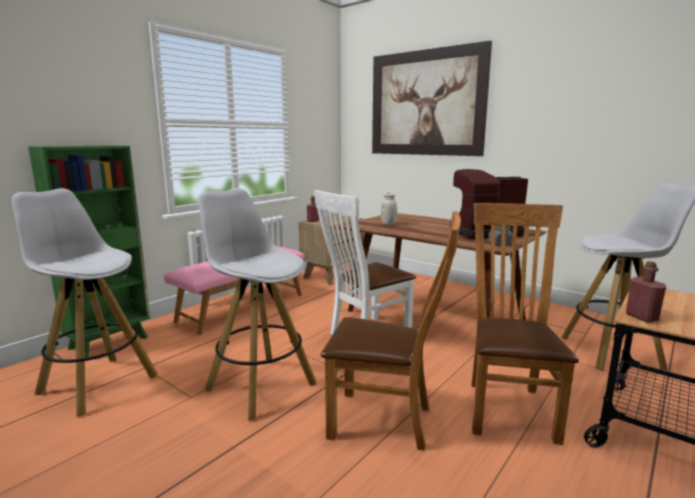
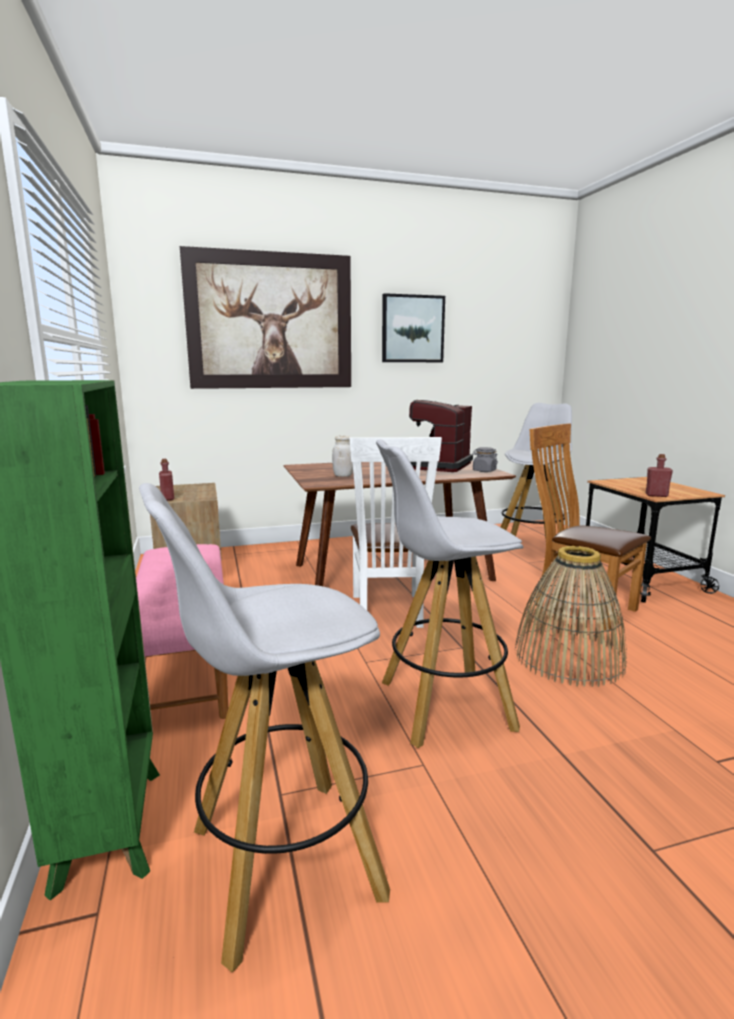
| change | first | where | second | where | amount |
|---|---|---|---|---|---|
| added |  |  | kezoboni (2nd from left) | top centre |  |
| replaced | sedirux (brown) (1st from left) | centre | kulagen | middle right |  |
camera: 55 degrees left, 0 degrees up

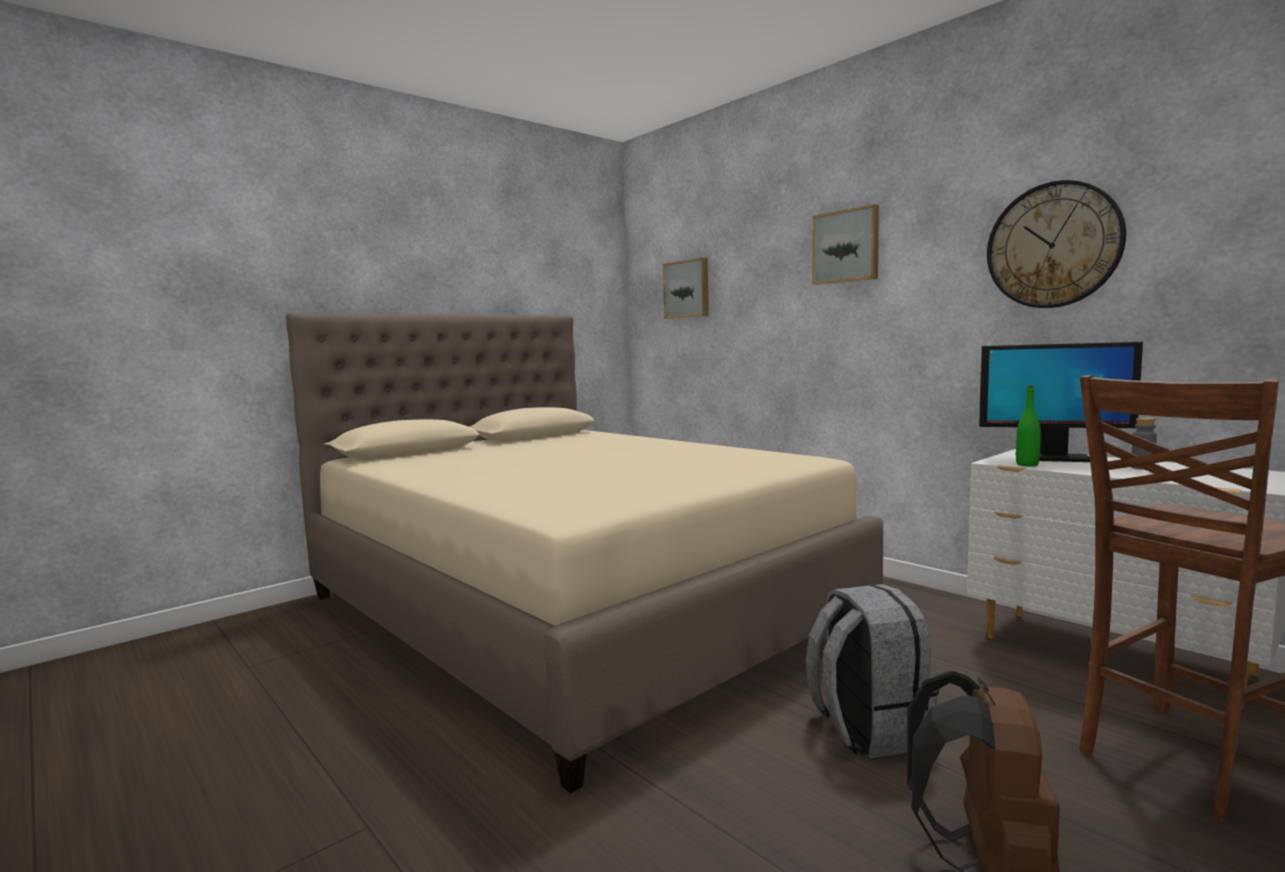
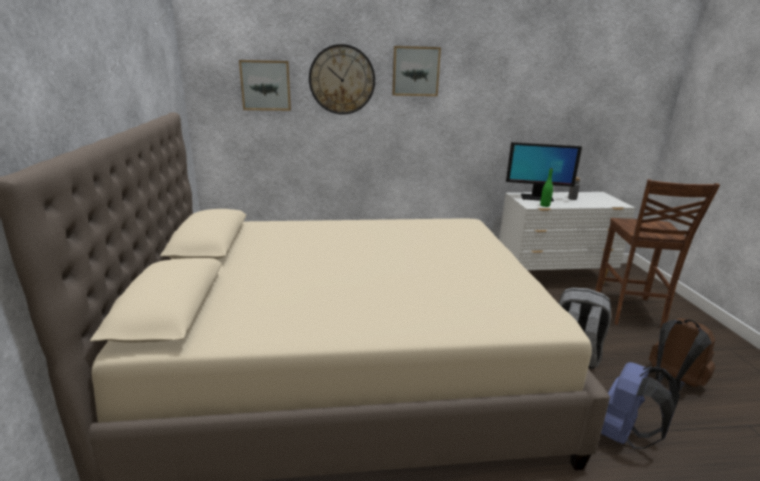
| change | first | where | second | where | amount |
|---|---|---|---|---|---|
| moved | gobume | top right |  | top centre |  |
| turned | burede | middle right |  | middle right | 45 degrees clockwise |
| added |  |  | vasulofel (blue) | bottom right |  |
camera: 55 degrees left, 15 degrees up

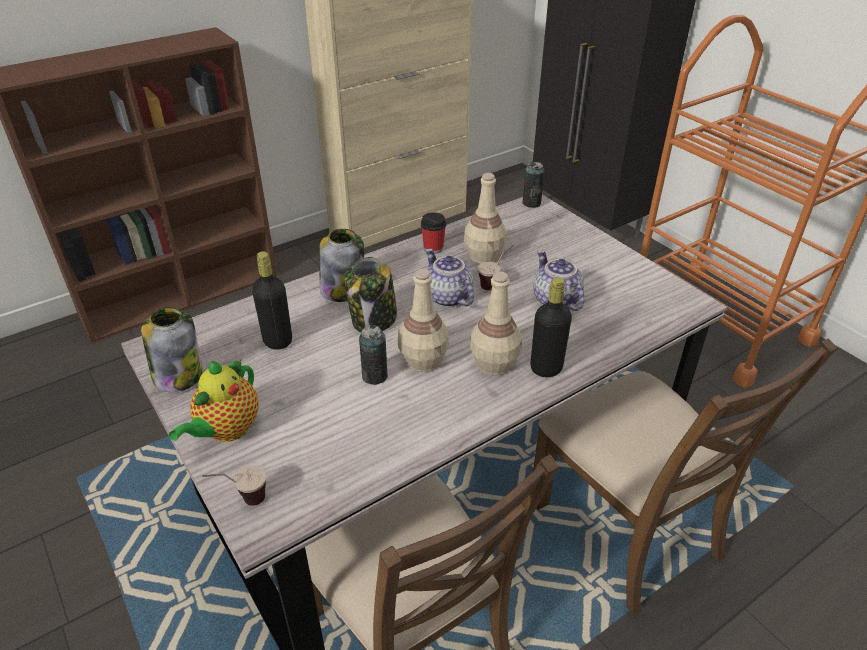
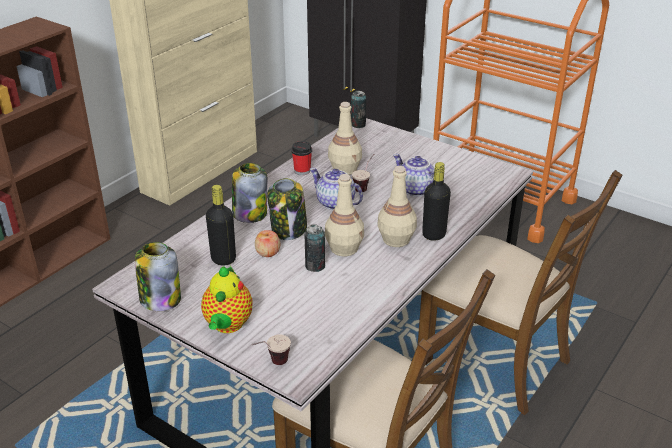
| change | first | where | second | where | amount |
|---|---|---|---|---|---|
| added |  |  | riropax | centre |  |
camera: 20 degrees left, 5 degrees down

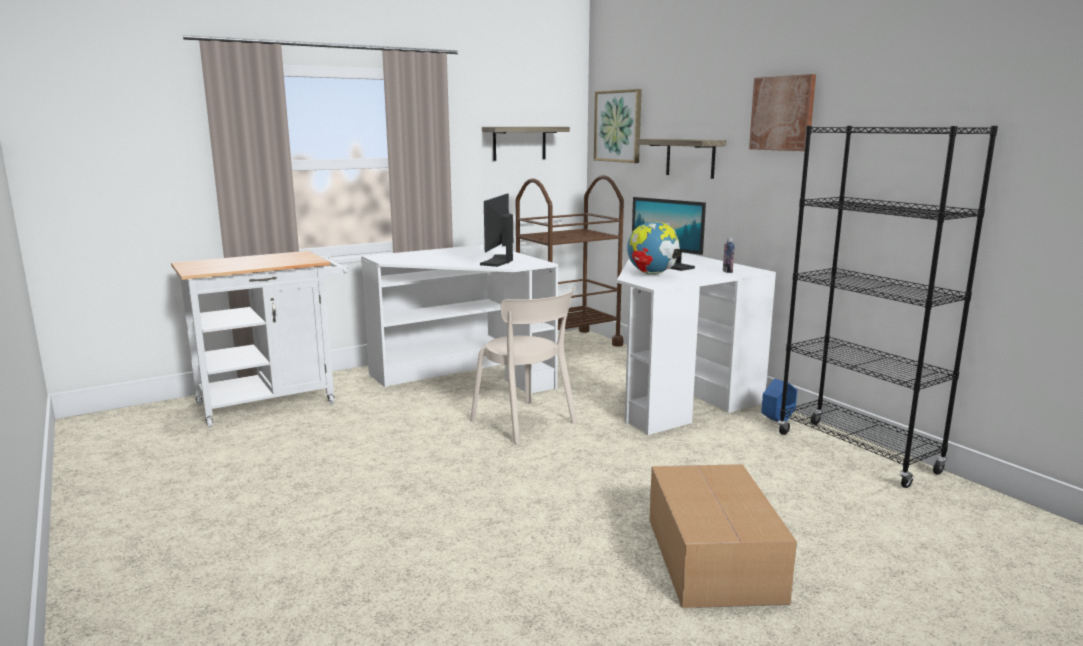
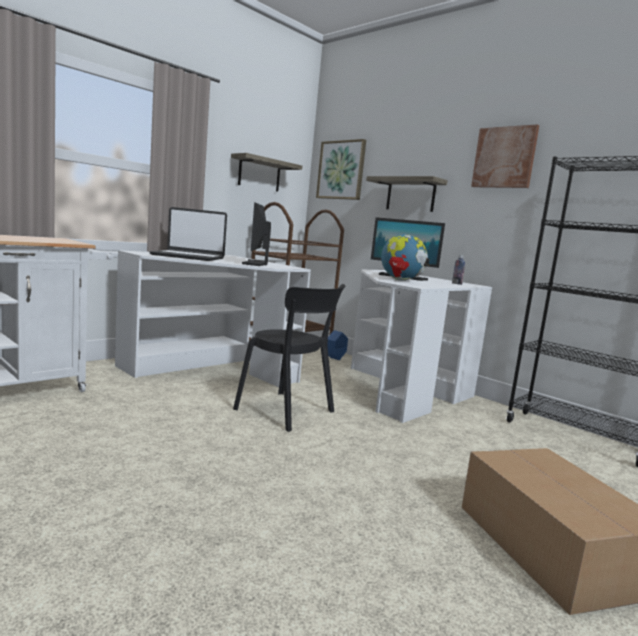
| change | first | where | second | where | amount |
|---|---|---|---|---|---|
| added |  |  | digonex | middle left |  |
| recoloured | sedirux (beige) | centre | sedirux (black) | centre |  |
| moved | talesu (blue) | middle right |  | centre |  |
camera: 15 degrees left, 5 degrees down

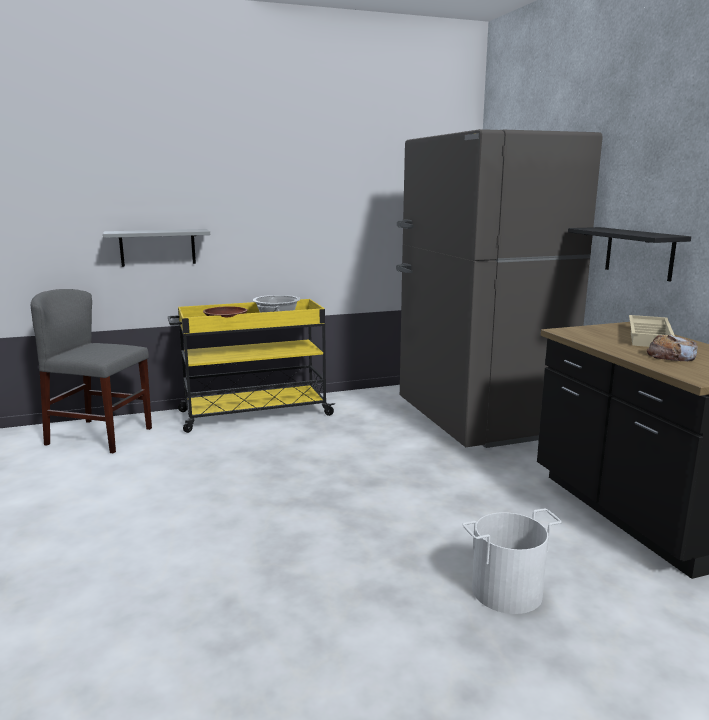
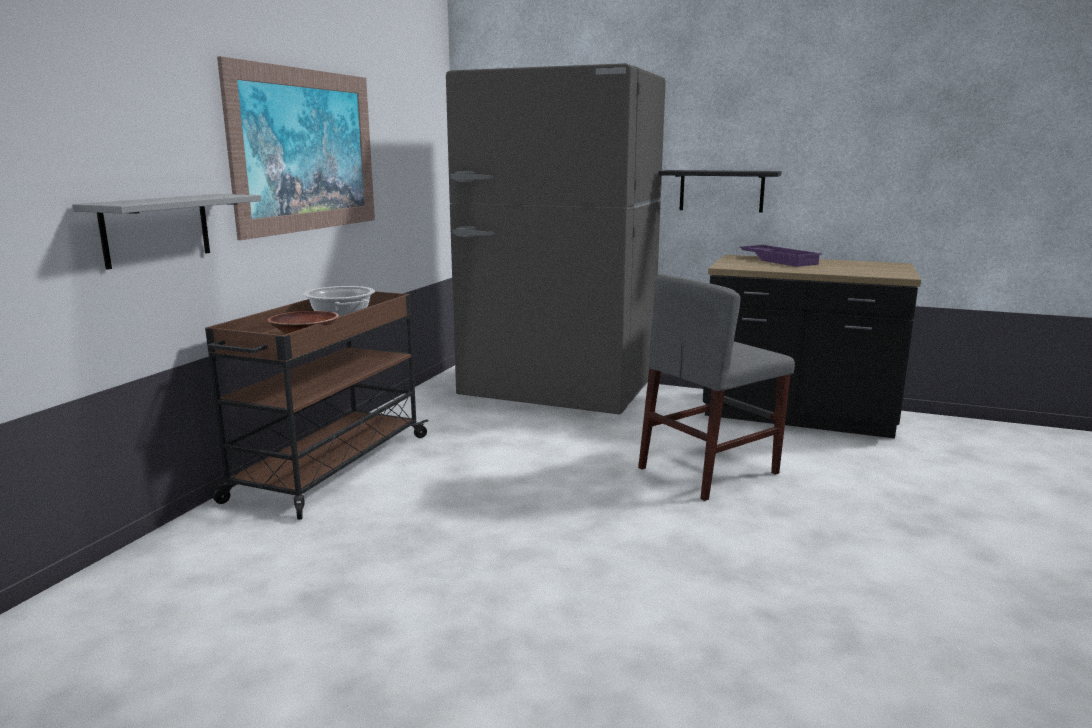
| change | first | where | second | where | amount |
|---|---|---|---|---|---|
| recoloured | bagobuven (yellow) | centre | bagobuven (brown) | middle left |  |
| added |  |  | kezoboni | top left |  |
| moved | sedirux (grey) | middle left |  | centre |  |
| recoloured | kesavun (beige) | middle right | kesavun (purple) | middle right |  |
| removed | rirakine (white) | bottom right |  |  |  |
| removed | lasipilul | middle right |  |  |  |
camera: 50 degrees left, 0 degrees up

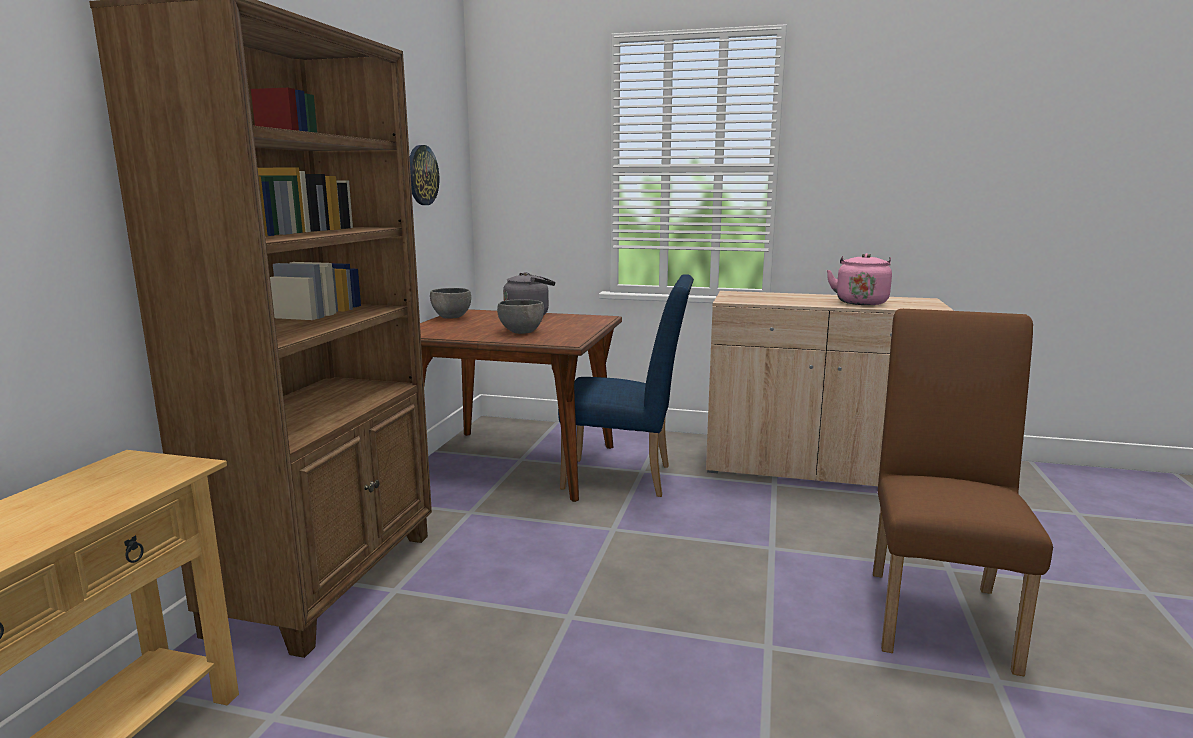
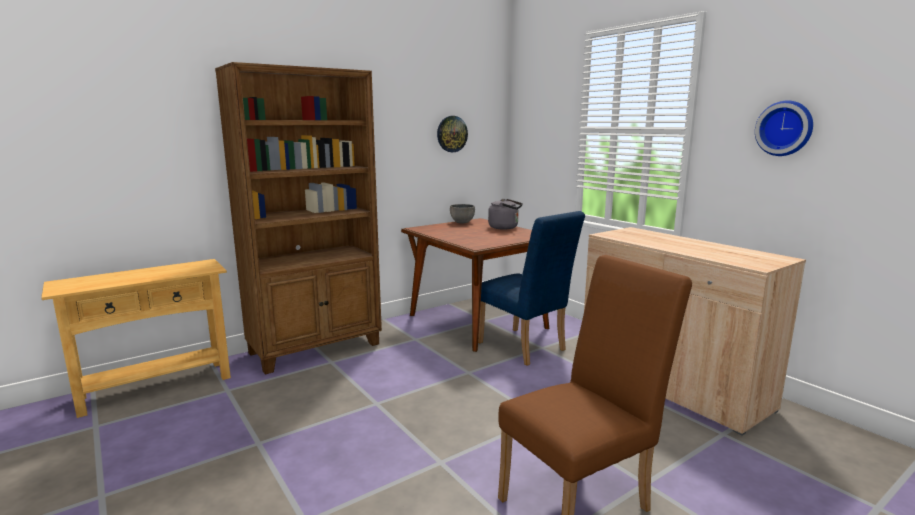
| change | first | where | second | where | amount |
|---|---|---|---|---|---|
| added |  |  | gobume (2nd from left) | top right |  |
| removed | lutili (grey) (2nd from left) | centre |  |  |  |
| removed | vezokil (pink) | middle right |  |  |  |
camera: 40 degrees right, 0 degrees up

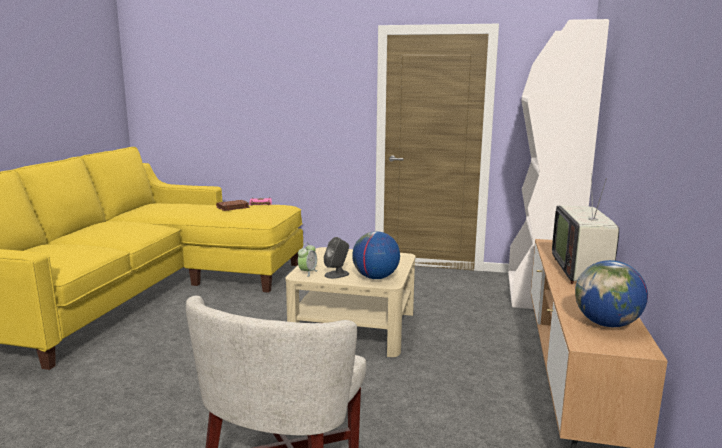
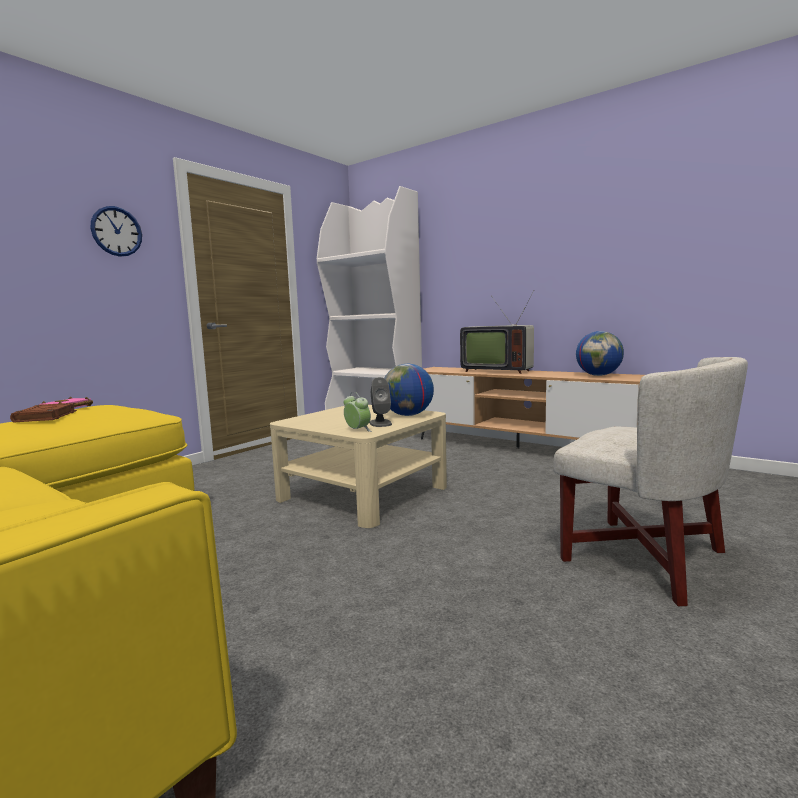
| change | first | where | second | where | amount |
|---|---|---|---|---|---|
| added |  |  | gobume | top left |  |
camera: 65 degrees left, 5 degrees down

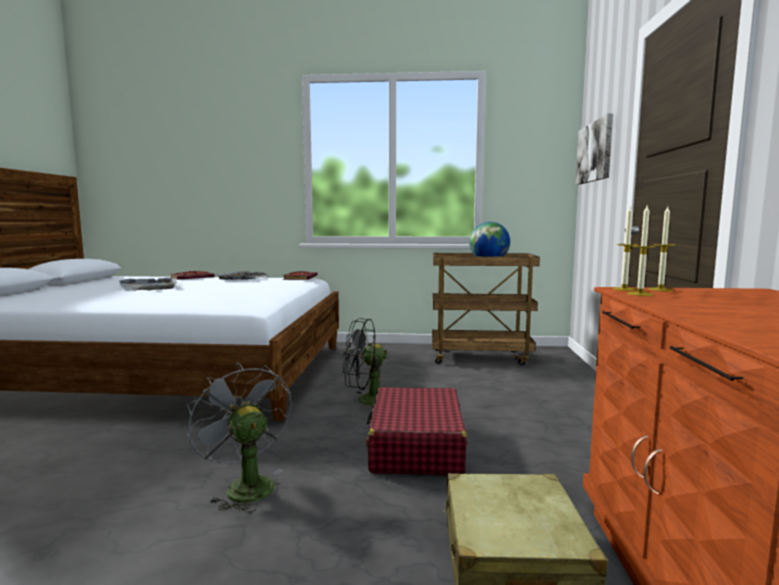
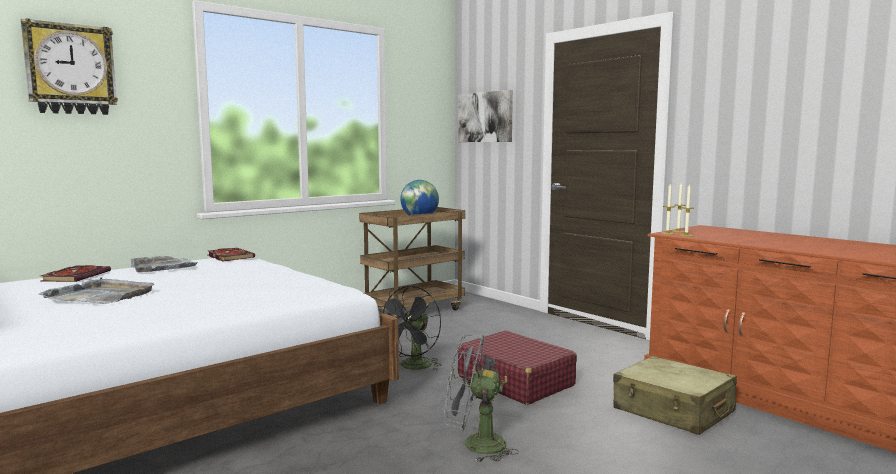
| change | first | where | second | where | amount |
|---|---|---|---|---|---|
| added |  |  | gobume | top left |  |
camera: 45 degrees left, 0 degrees up

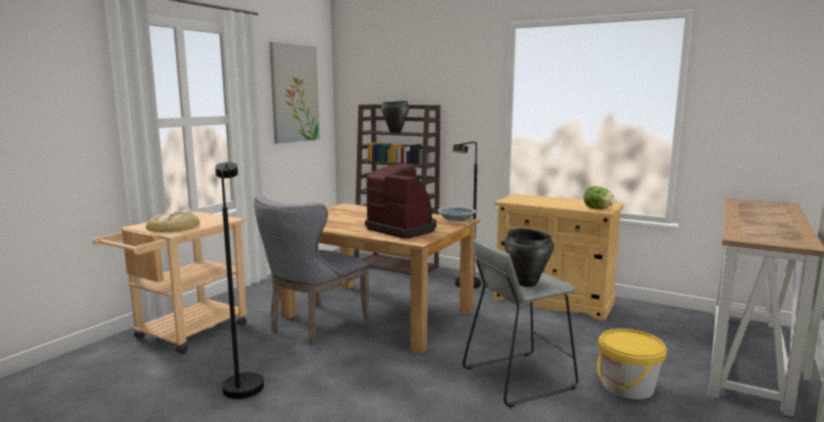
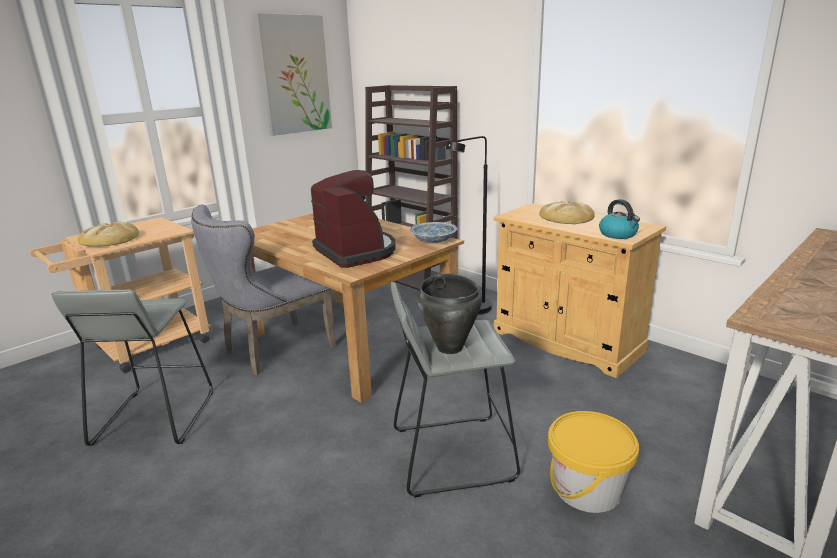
| change | first | where | second | where | amount |
|---|---|---|---|---|---|
| replaced | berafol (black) (1st from left) | middle left | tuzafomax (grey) (1st from left) | middle left |  |
| added |  |  | lasipilul (2nd from left) | middle right |  |
| replaced | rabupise | middle right | vezokil | middle right |  |
| removed | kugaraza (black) (1st from left) | top centre |  |  |  |
camera: 15 degrees right, 10 degrees up

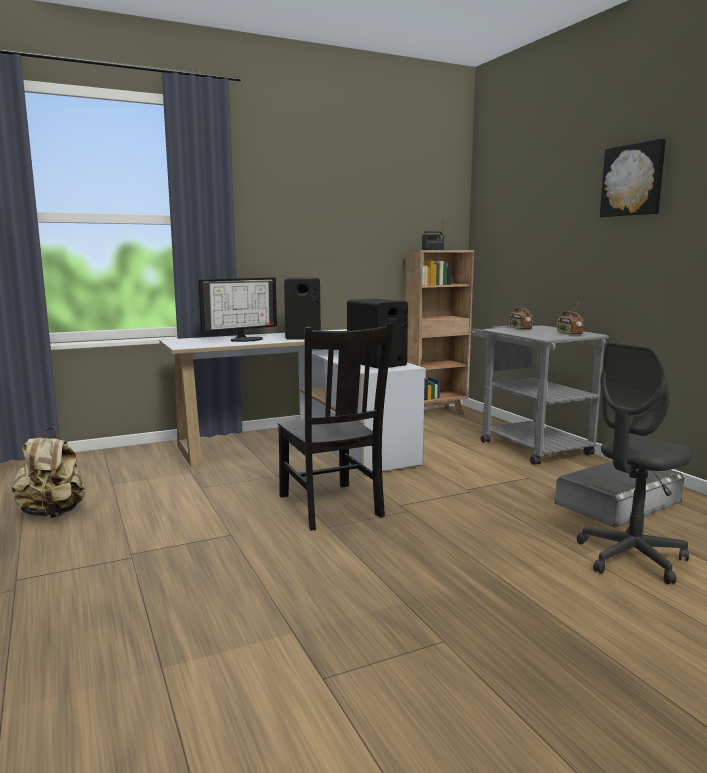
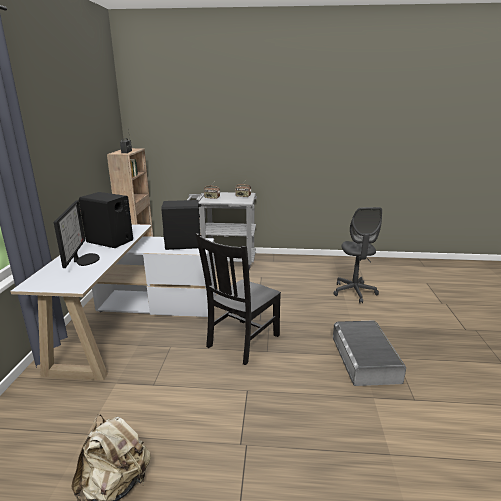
| change | first | where | second | where | amount |
|---|---|---|---|---|---|
| turned | sedirux (black) | centre |  | centre | 120 degrees clockwise |
| moved | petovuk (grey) | middle right |  | bottom right |  |
| removed | kezoboni | top right |  |  |  |
camera: 60 degrees left, 10 degrees up

